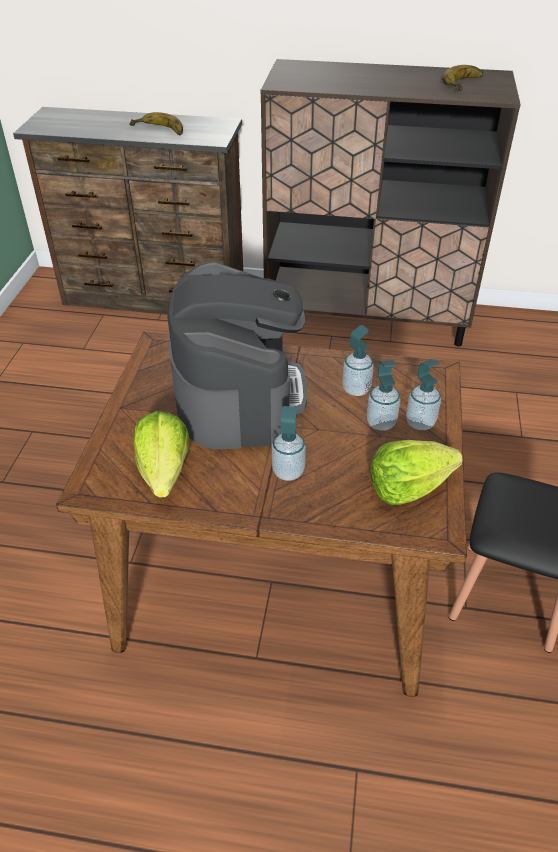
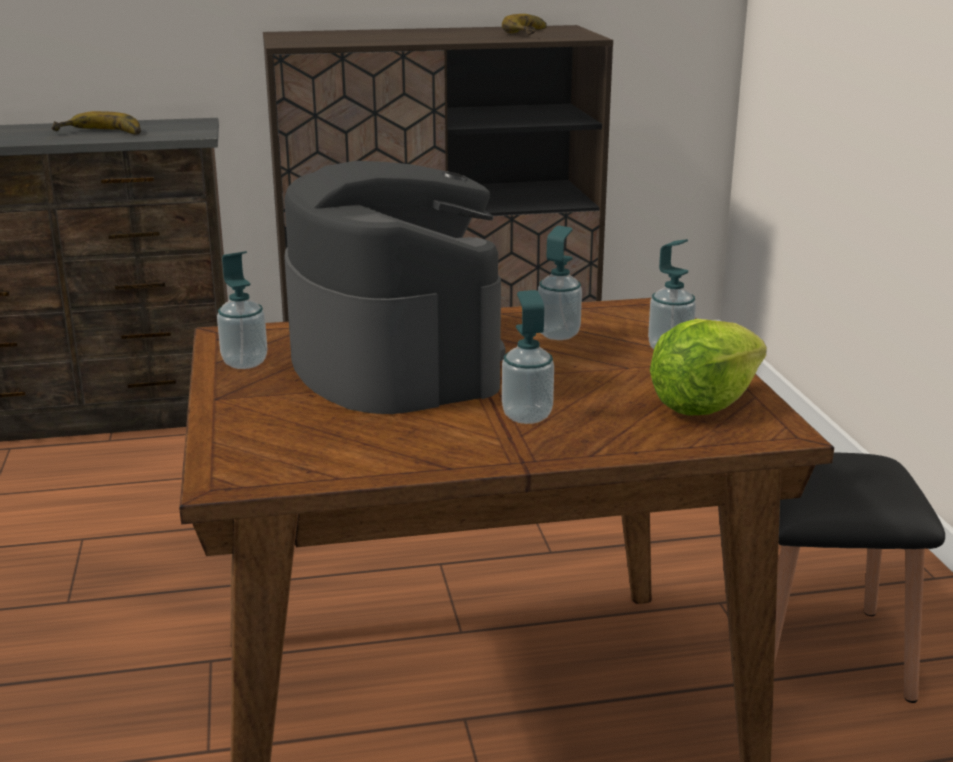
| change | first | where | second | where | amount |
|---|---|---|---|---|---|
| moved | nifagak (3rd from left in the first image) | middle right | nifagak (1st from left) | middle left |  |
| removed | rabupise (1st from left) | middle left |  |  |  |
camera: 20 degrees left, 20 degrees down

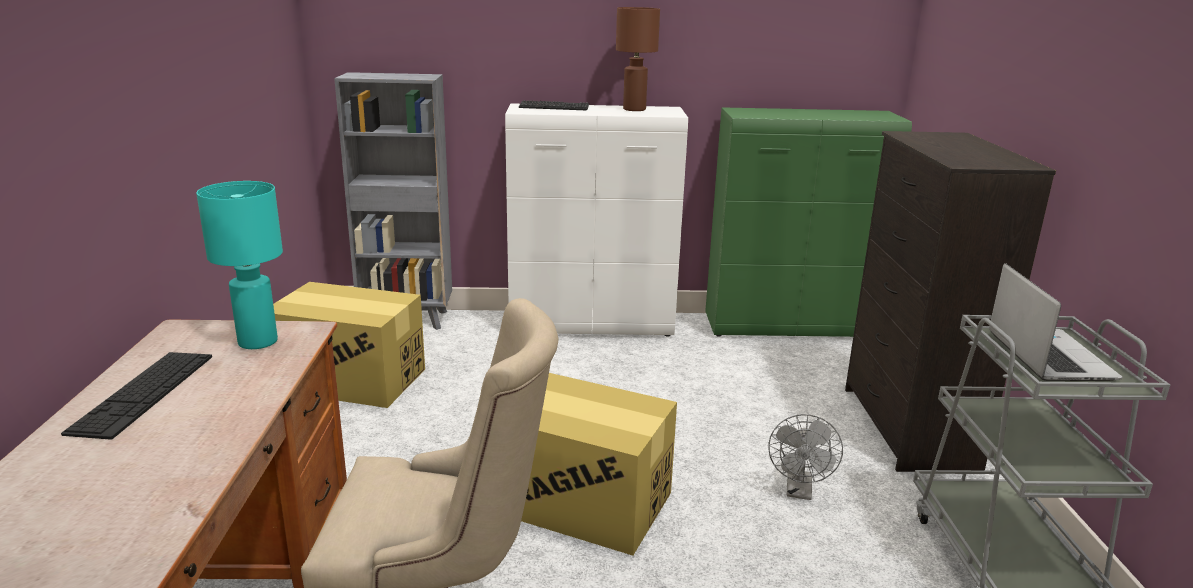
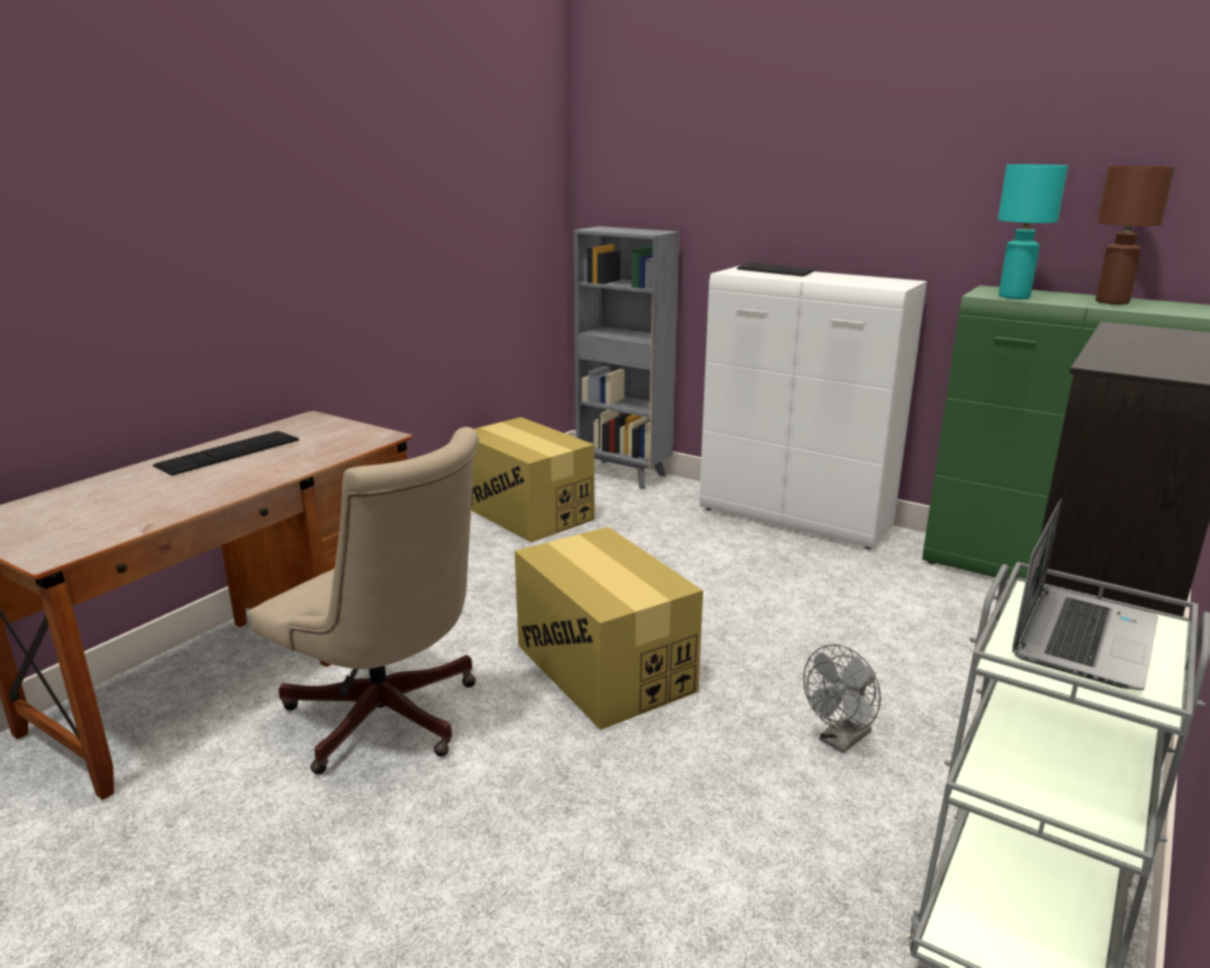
| change | first | where | second | where | amount |
|---|---|---|---|---|---|
| moved | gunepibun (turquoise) | middle left |  | top right |  |
| moved | gunepibun (brown) | top centre |  | top right |  |
camera: 35 degrees right, 0 degrees up

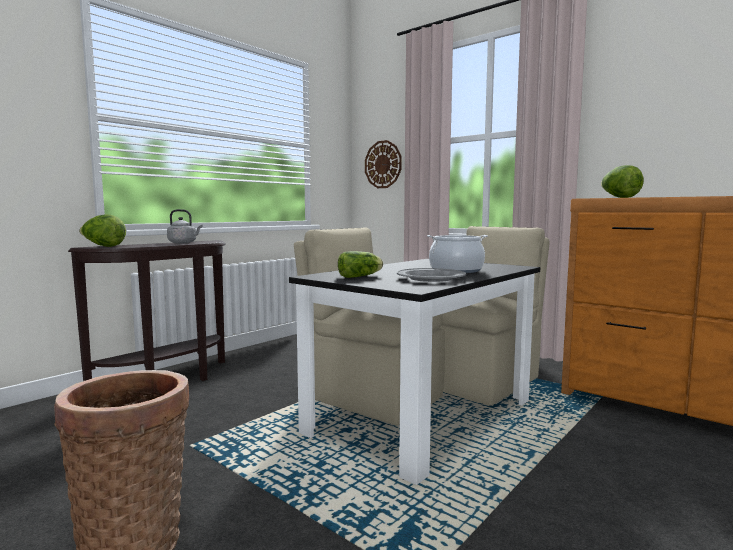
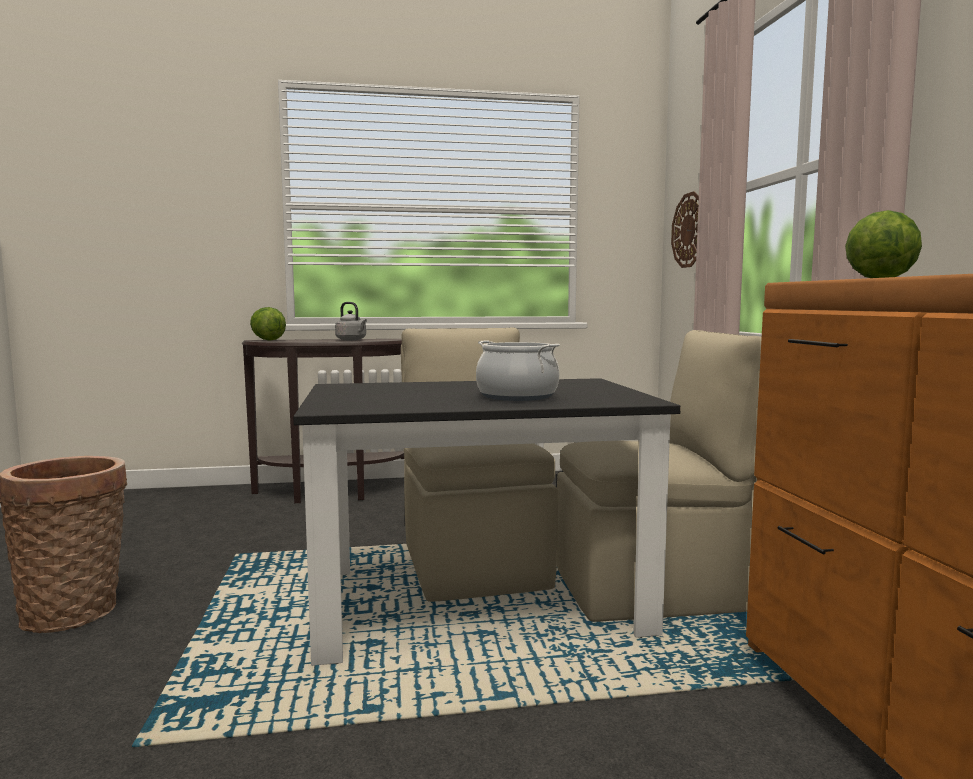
| change | first | where | second | where | amount |
|---|---|---|---|---|---|
| removed | rabupise (2nd from left) | centre |  |  |  |
| removed | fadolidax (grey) | centre |  |  |  |
camera: 40 degrees right, 0 degrees up

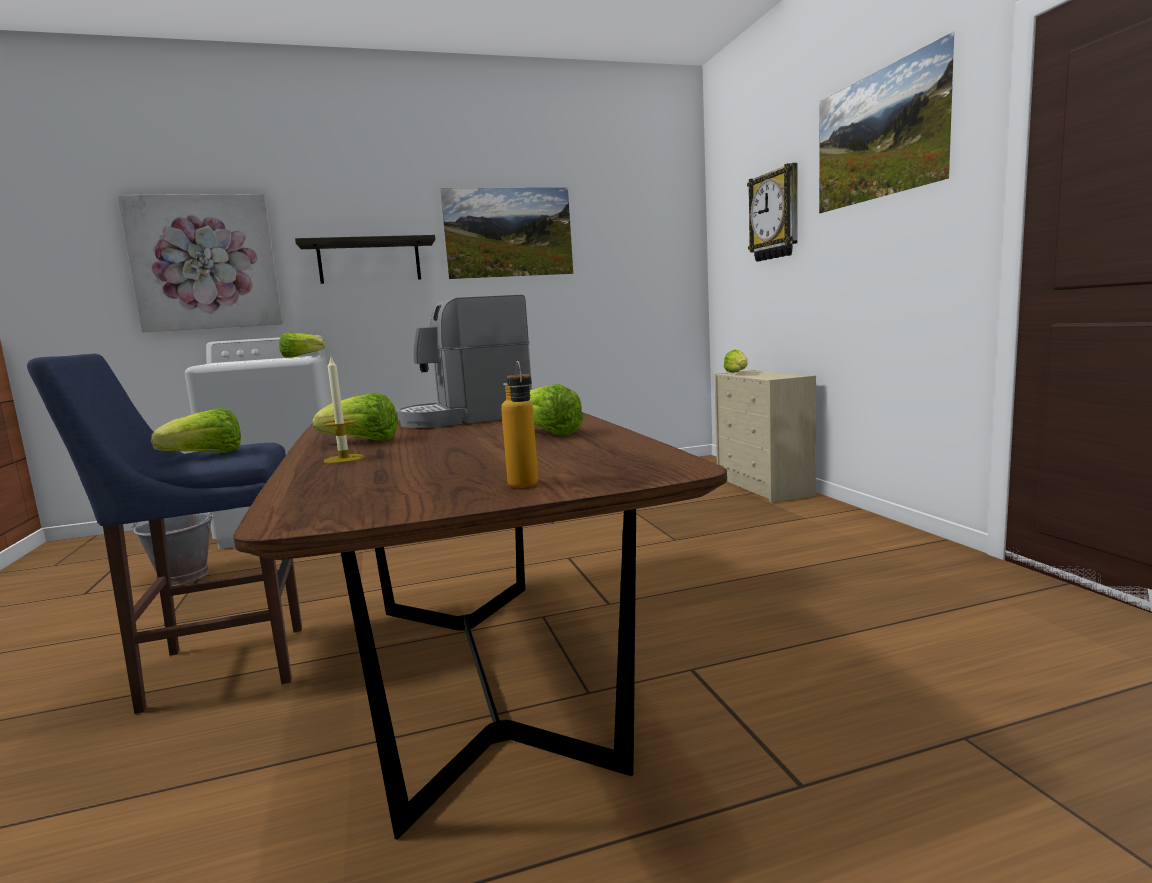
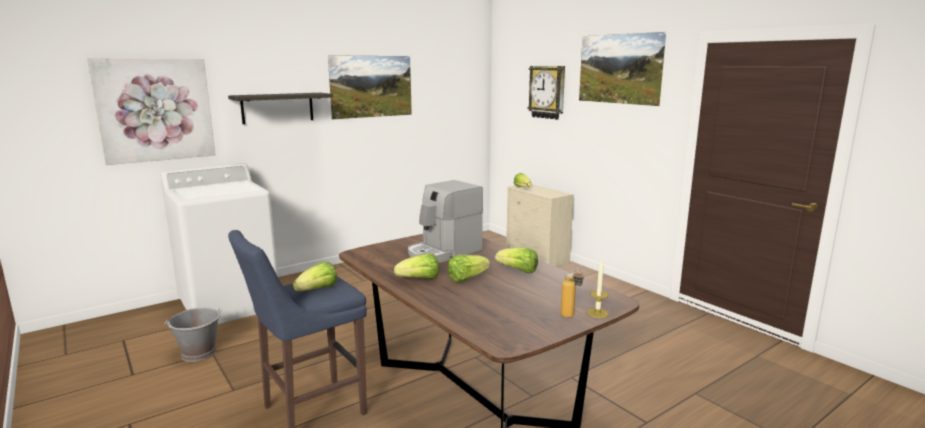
| change | first | where | second | where | amount |
|---|---|---|---|---|---|
| moved | rabupise (2nd from left in the first image) | middle left | rabupise (3rd from left) | centre |  |
| moved | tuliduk | middle left |  | bottom centre |  |
camera: 20 degrees left, 5 degrees up

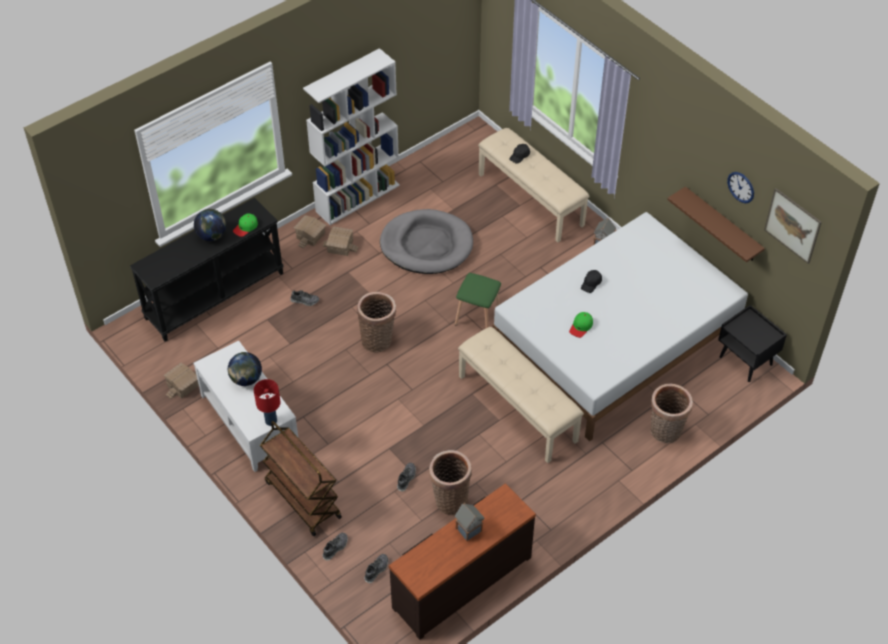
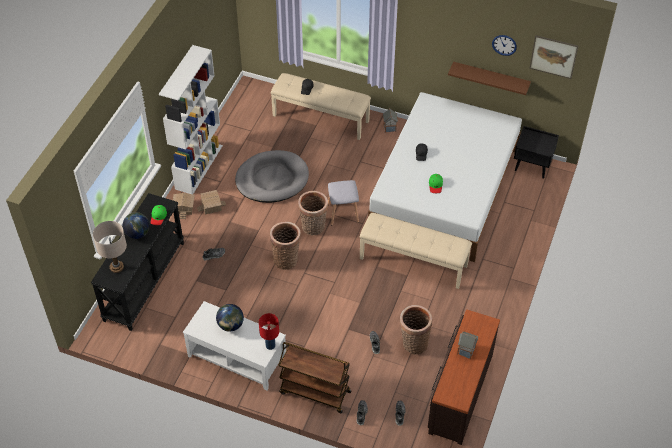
| change | first | where | second | where | amount |
|---|---|---|---|---|---|
| added |  |  | gunepibun (beige) | middle left |  |
| moved | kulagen (3rd from left in the first image) | middle right | kulagen (2nd from left) | centre |  |
| recoloured | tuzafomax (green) | centre | tuzafomax (grey) | centre |  |
| removed | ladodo (1st from left) | middle left |  |  |  |
camera: 30 degrees left, 0 degrees up

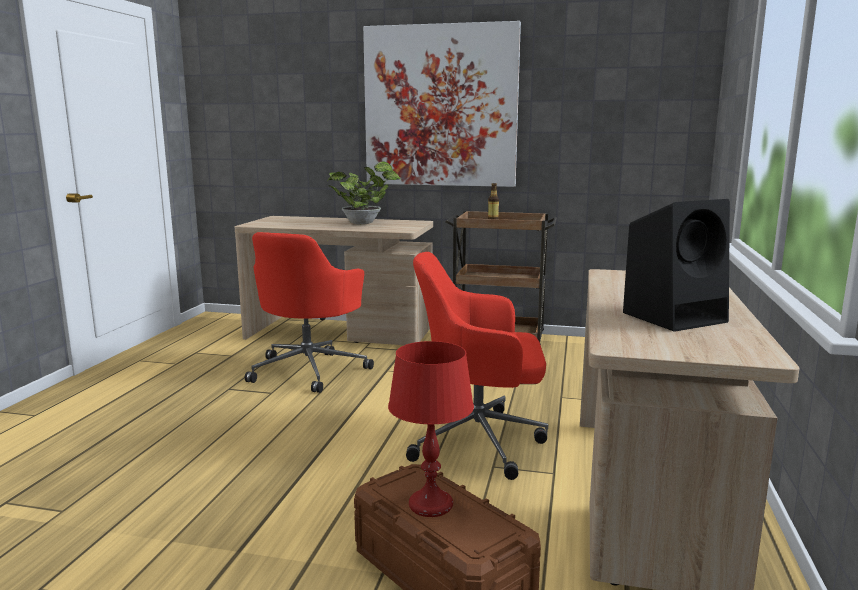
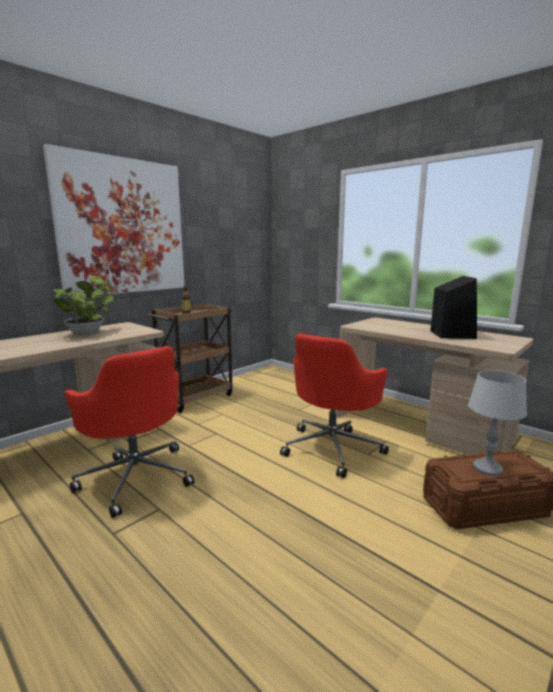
| change | first | where | second | where | amount |
|---|---|---|---|---|---|
| recoloured | gunepibun (red) | bottom centre | gunepibun (grey) | middle right |  |
camera: 60 degrees left, 0 degrees up

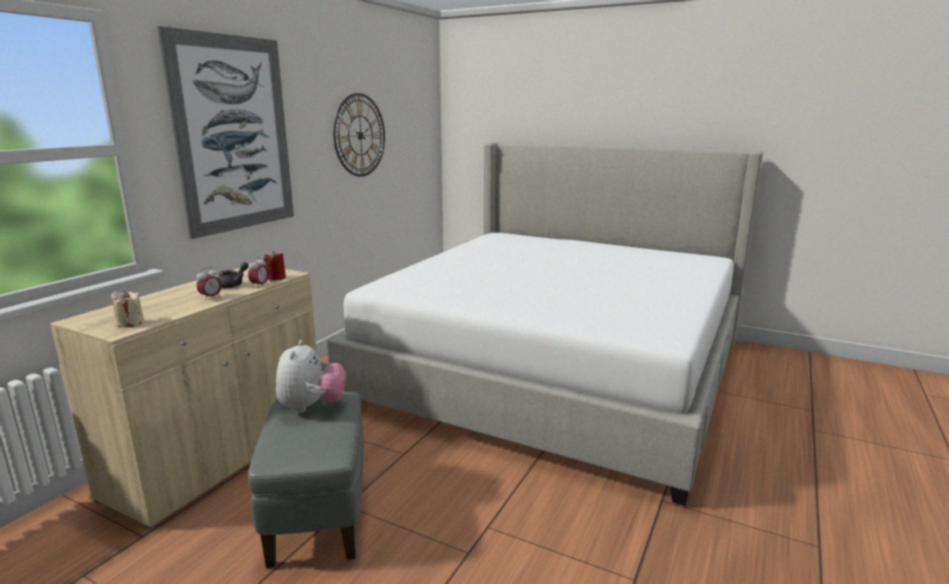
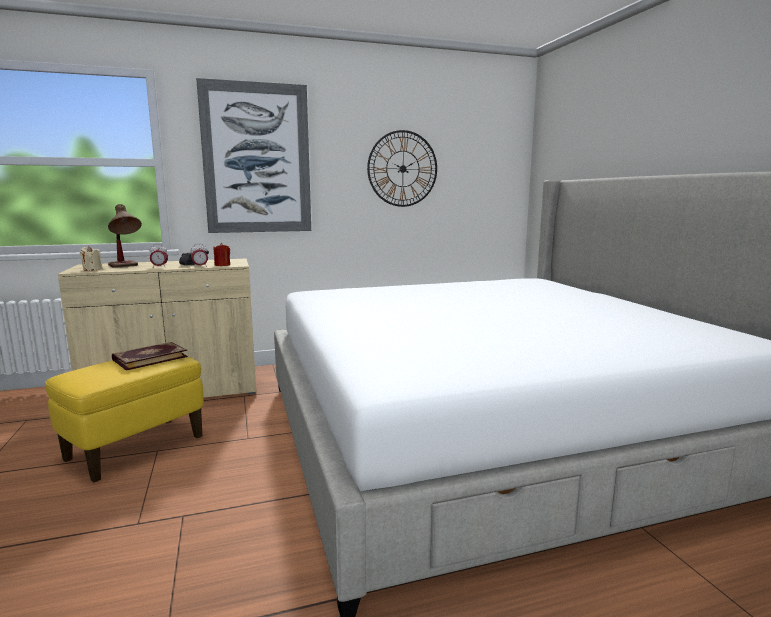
| change | first | where | second | where | amount |
|---|---|---|---|---|---|
| recoloured | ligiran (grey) | bottom left | ligiran (yellow) | bottom left |  |
| added |  |  | gunepibun | middle left |  |
| replaced | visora | middle left | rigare | middle left |  |
camera: 45 degrees right, 5 degrees down

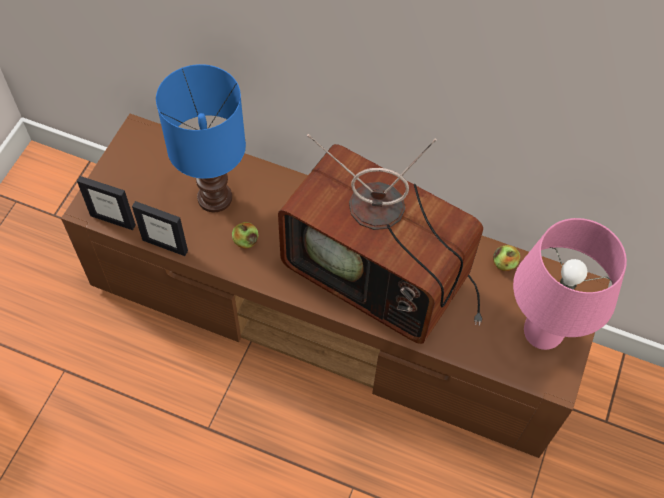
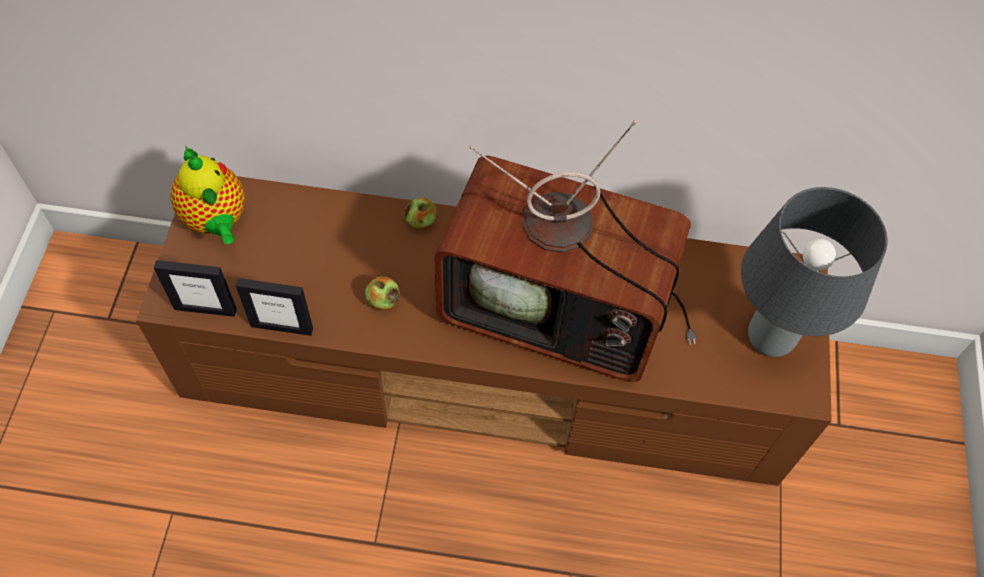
| change | first | where | second | where | amount |
|---|---|---|---|---|---|
| added |  |  | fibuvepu | middle left |  |
| moved | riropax (2nd from left) | middle right |  | centre |  |
| recoloured | gunepibun (pink) | middle right | gunepibun (grey) | middle right |  |
| removed | gunepibun (blue) | top left |  |  |  |
camera: 15 degrees left, 0 degrees up

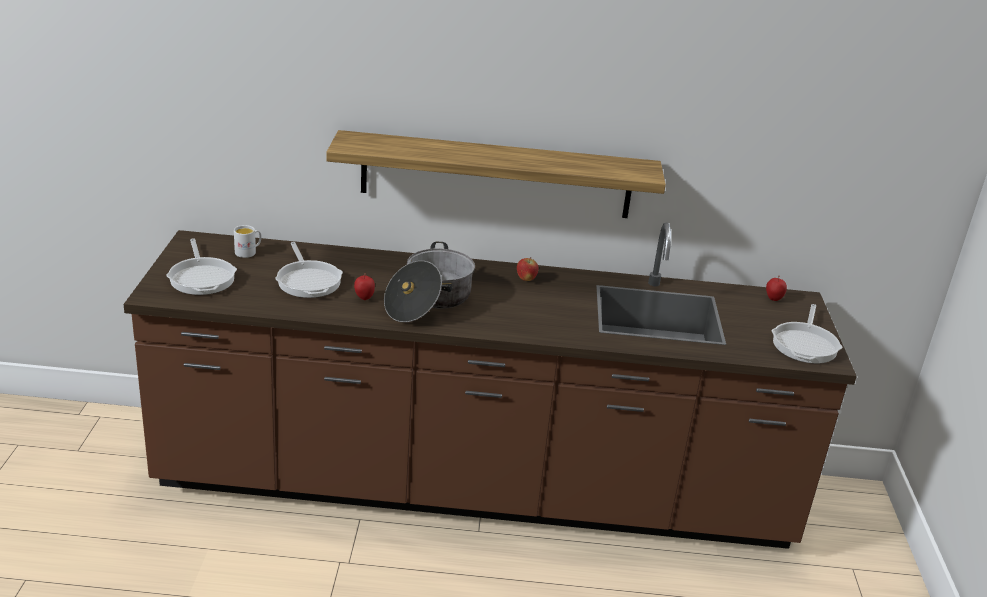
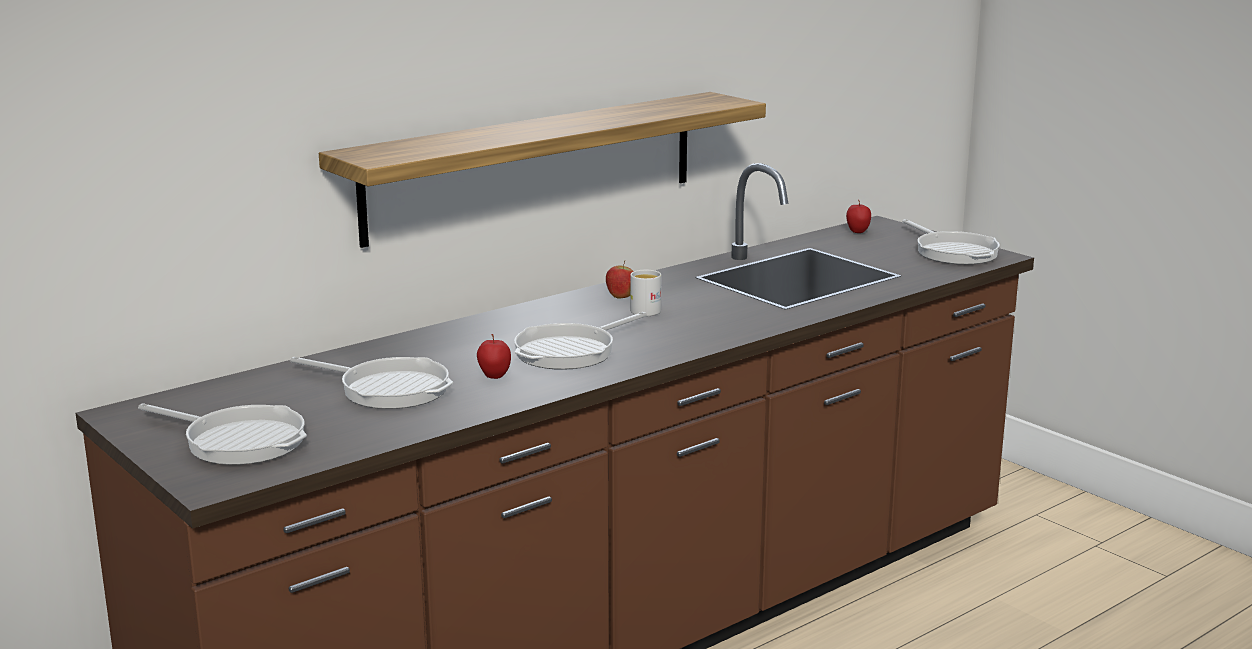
| change | first | where | second | where | amount |
|---|---|---|---|---|---|
| replaced | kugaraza | centre | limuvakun (3rd from left) | centre |  |
| moved | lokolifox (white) | middle left |  | centre |  |
camera: 40 degrees left, 10 degrees down

